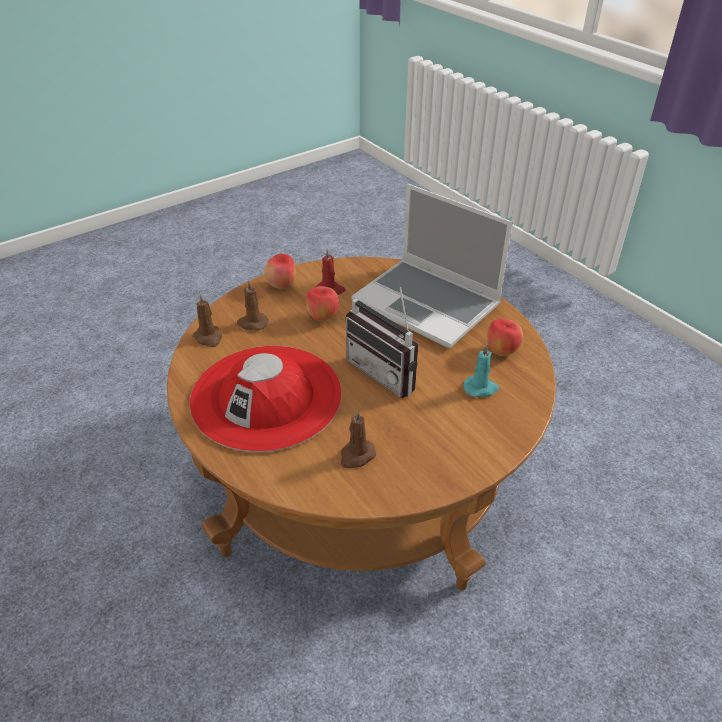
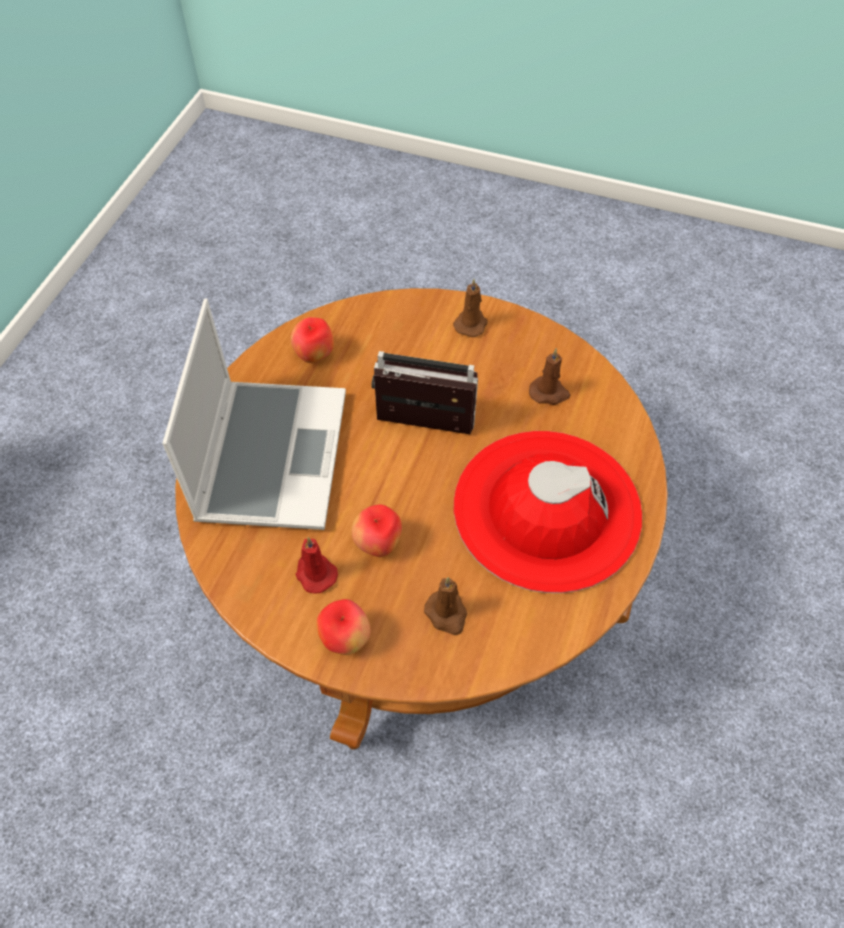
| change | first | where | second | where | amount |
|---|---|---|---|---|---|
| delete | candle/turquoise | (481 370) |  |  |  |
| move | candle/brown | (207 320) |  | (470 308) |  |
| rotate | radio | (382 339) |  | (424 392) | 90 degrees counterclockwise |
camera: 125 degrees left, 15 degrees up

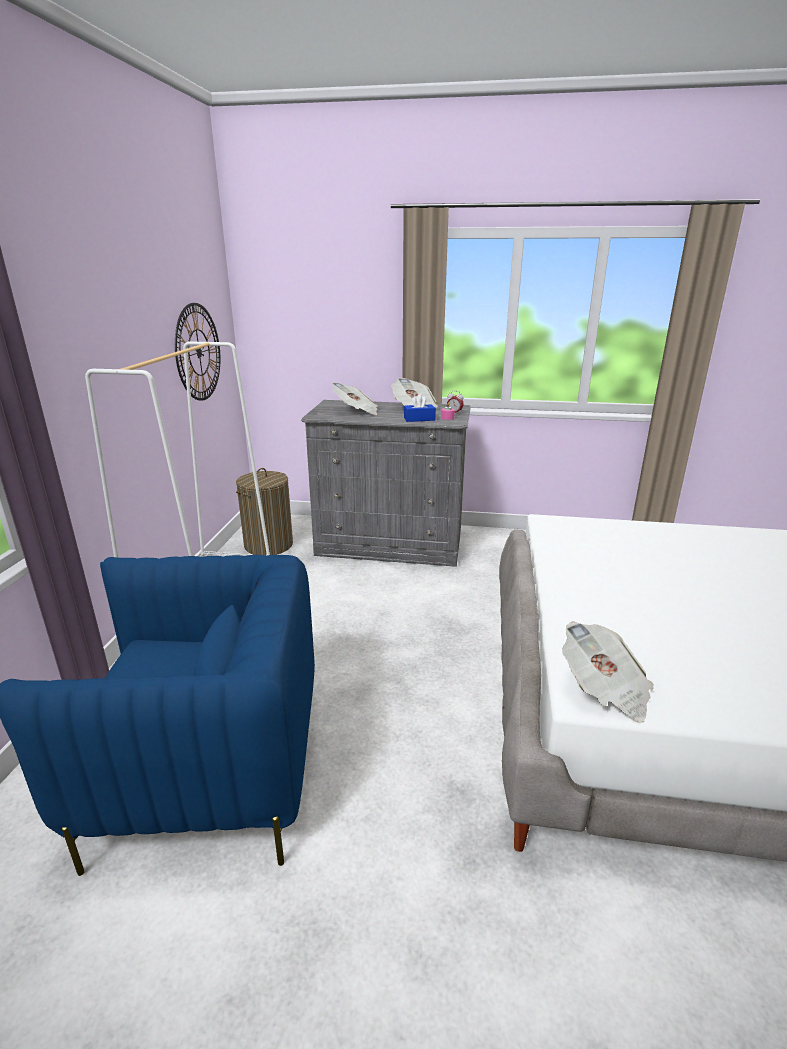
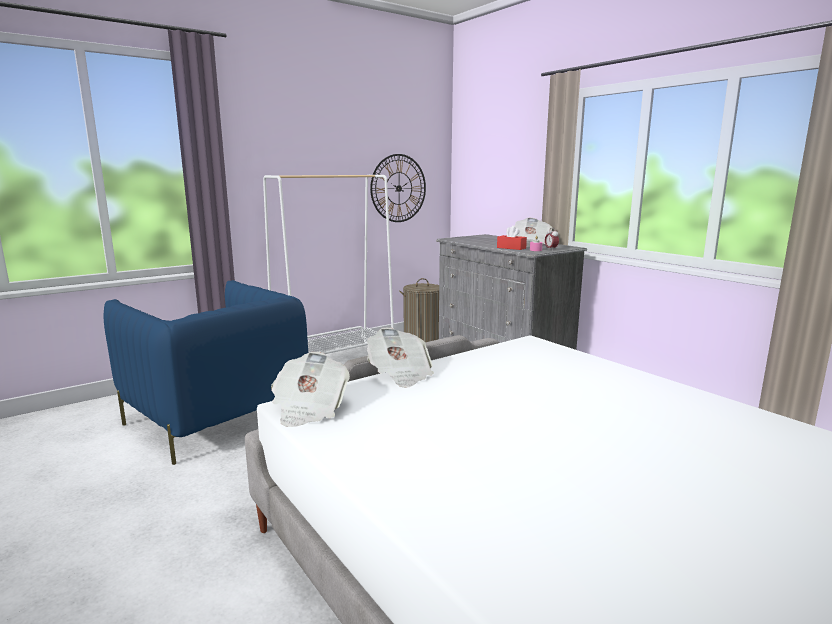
| change | first | where | second | where | amount |
|---|---|---|---|---|---|
| move | newspaper | (355 398) |  | (400 357) |  |
| recolor | tissue box/blue | (420 408) | tissue box/red | (512 238) |  |
camera: 45 degrees right, 10 degrees down

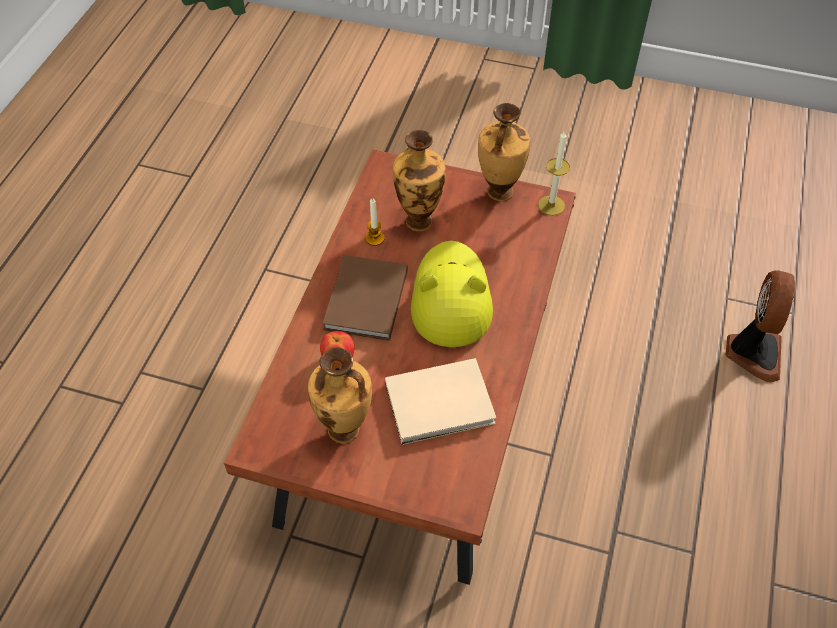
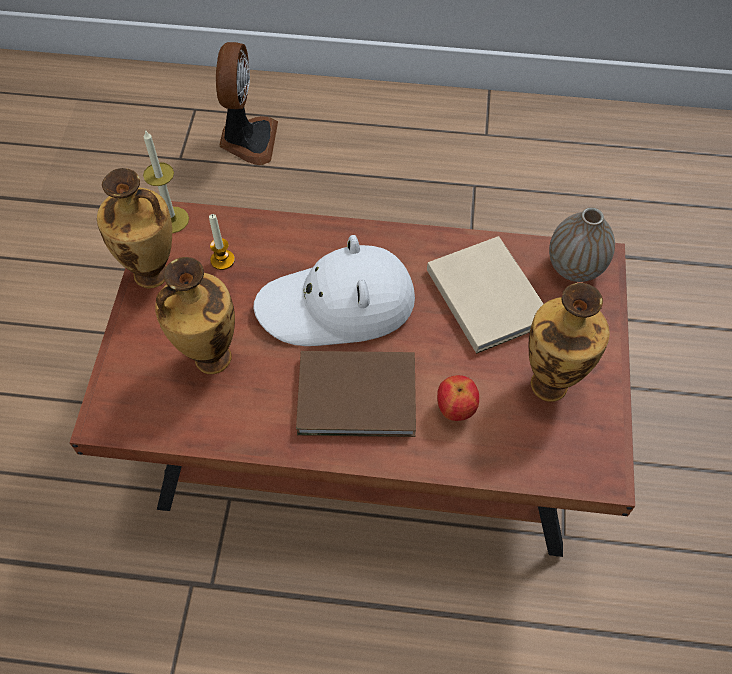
| change | first | where | second | where | amount |
|---|---|---|---|---|---|
| insert |  |  | vase | (582 244) |  |
| move | candle | (375 222) |  | (222 242) |  |
| recolor | hat/yellow | (452 293) | hat/white | (334 290) |  |
| rotate | fan | (760 326) |  | (247 103) | 90 degrees clockwise |
camera: 100 degrees left, 5 degrees up

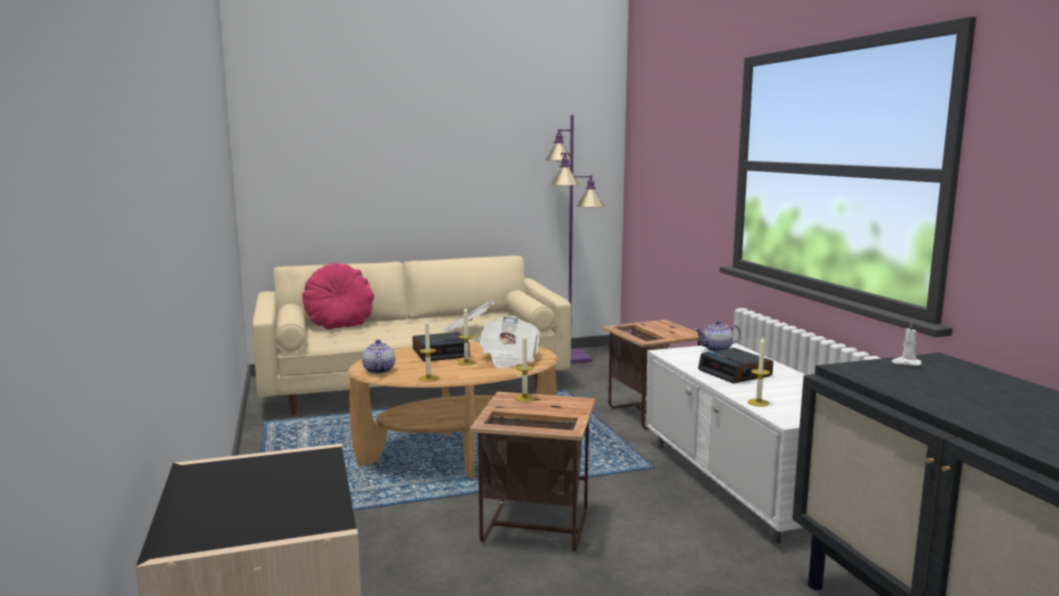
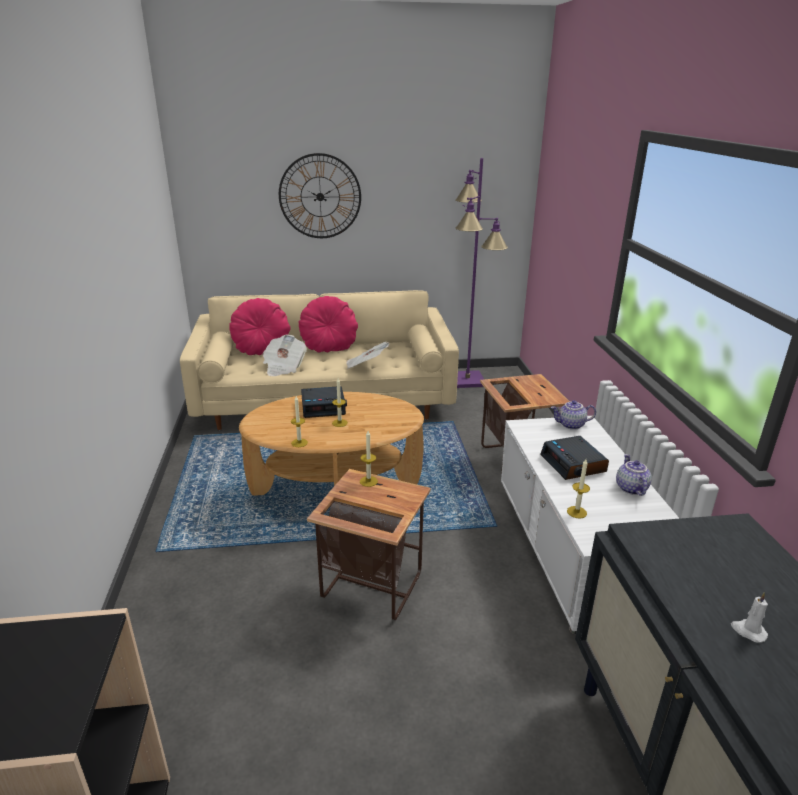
| change | first | where | second | where | amount |
|---|---|---|---|---|---|
| insert |  |  | wall clock | (320 195) |  |
| insert |  |  | pillow/pink | (328 324) |  |
| move | teapot | (378 356) |  | (634 475) |  |
| move | newspaper | (509 341) |  | (285 355) |  |
| move | candle/white | (906 344) |  | (749 617) |  |
camera: 10 degrees right, 15 degrees up

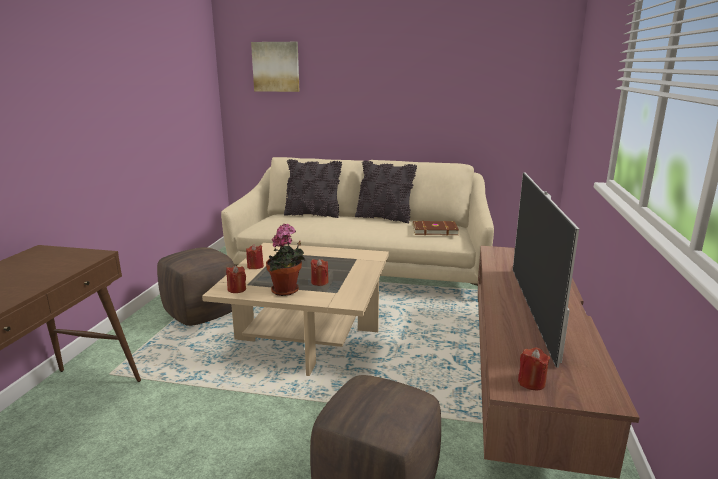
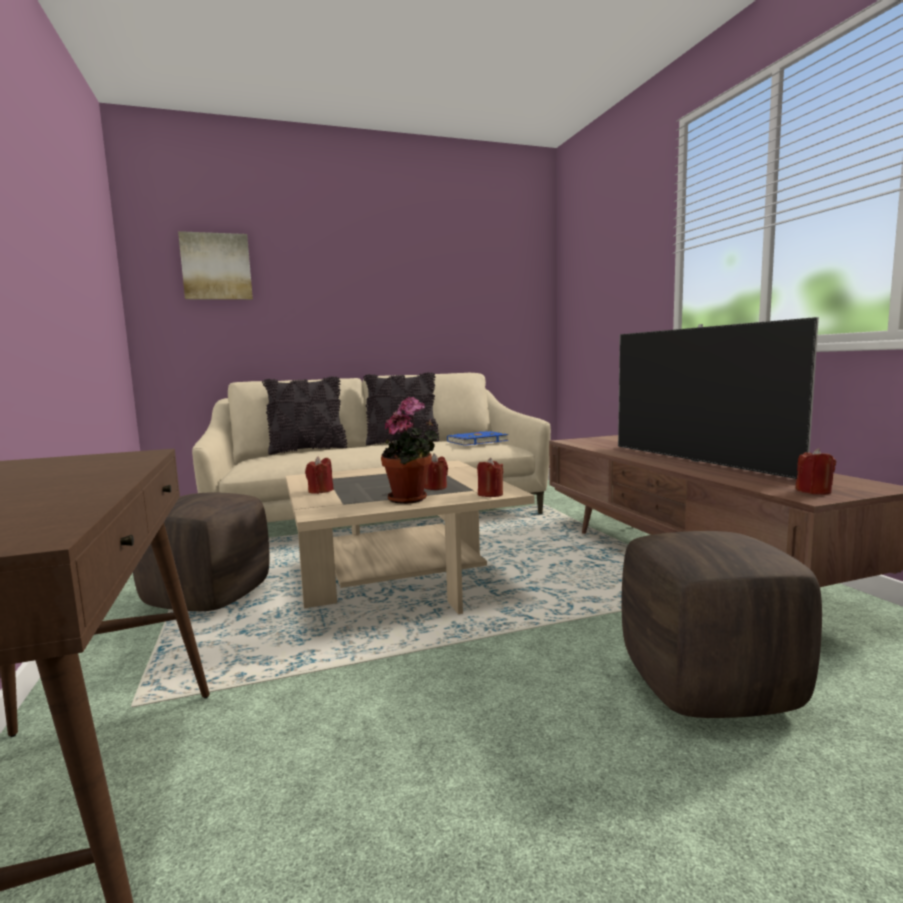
| change | first | where | second | where | amount |
|---|---|---|---|---|---|
| move | candle/red | (236 279) |  | (490 477) |  |
| recolor | book/brown | (436 228) | book/blue | (477 438) |  |
camera: 30 degrees left, 10 degrees down

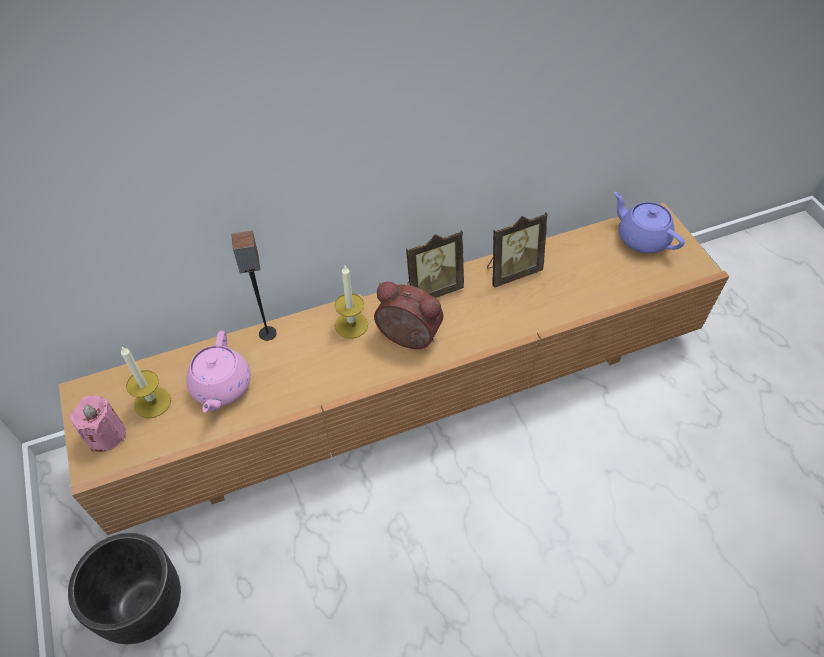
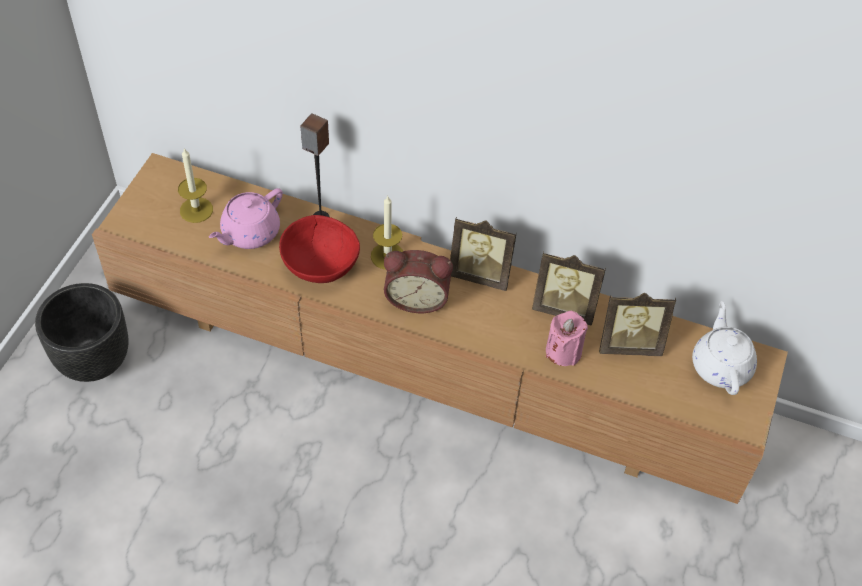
| change | first | where | second | where | amount |
|---|---|---|---|---|---|
| insert |  |  | bowl/red | (319 249) |  |
| insert |  |  | picture frame | (637 324) |  |
| move | candle/pink | (98 424) |  | (567 338) |  |
| recolor | teapot/purple | (649 222) | teapot/white | (724 348) |  |
| rotate | alarm clock | (408 315) |  | (418 281) | 120 degrees clockwise |
camera: 40 degrees right, 0 degrees up

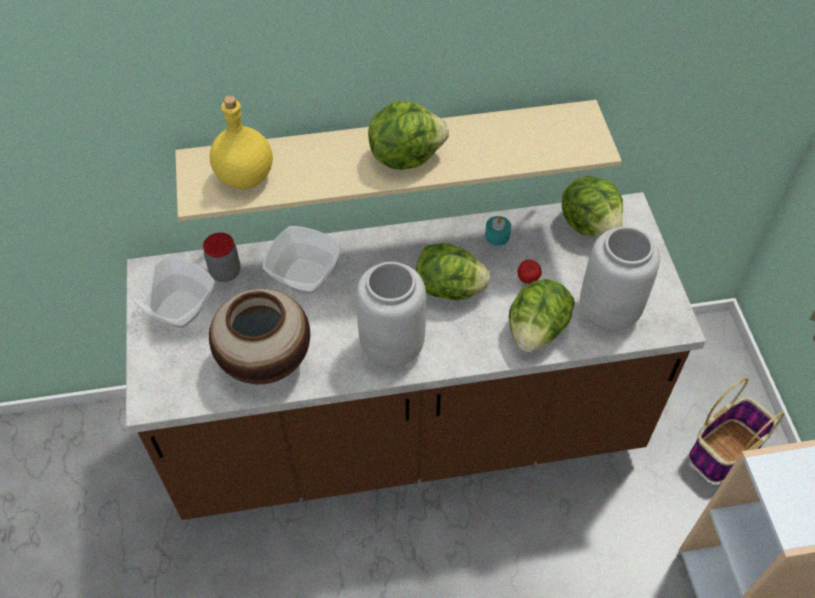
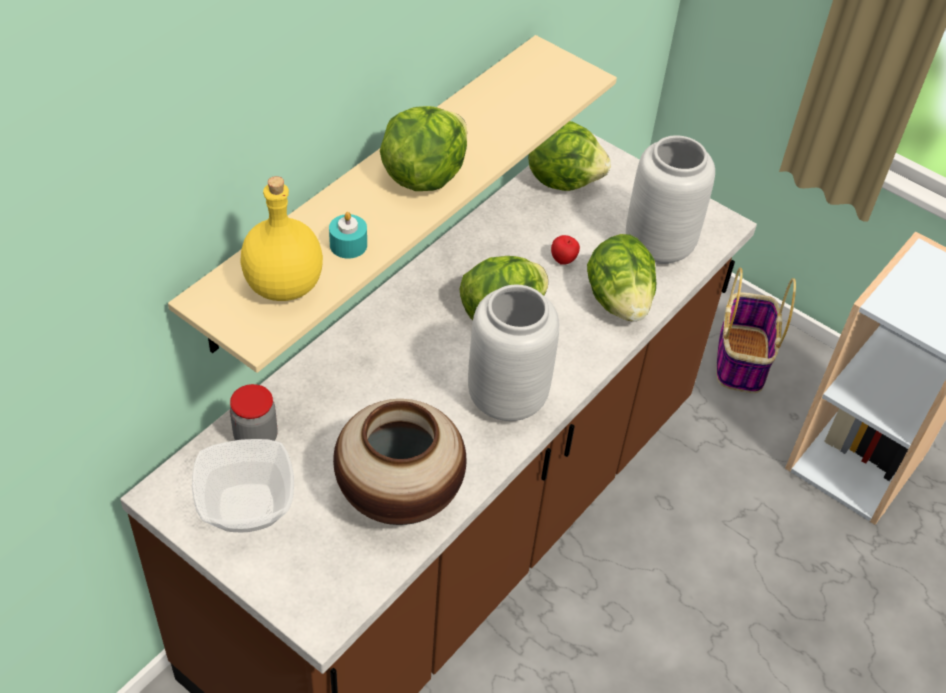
| change | first | where | second | where | amount |
|---|---|---|---|---|---|
| delete | bowl | (302 260) |  |  |  |
| move | candle/turquoise | (498 231) |  | (348 235) |  |
camera: 45 degrees left, 5 degrees down

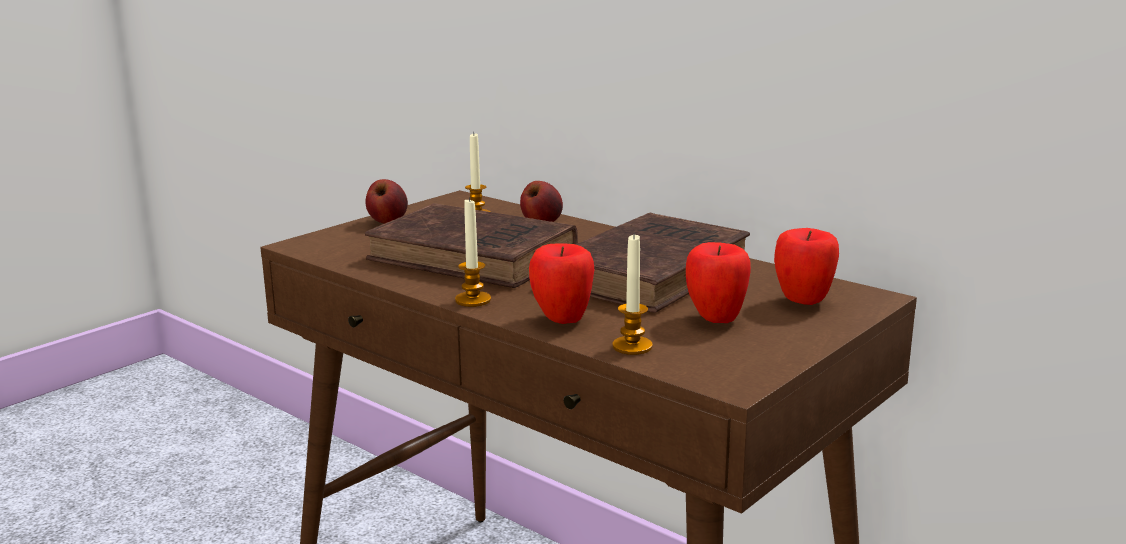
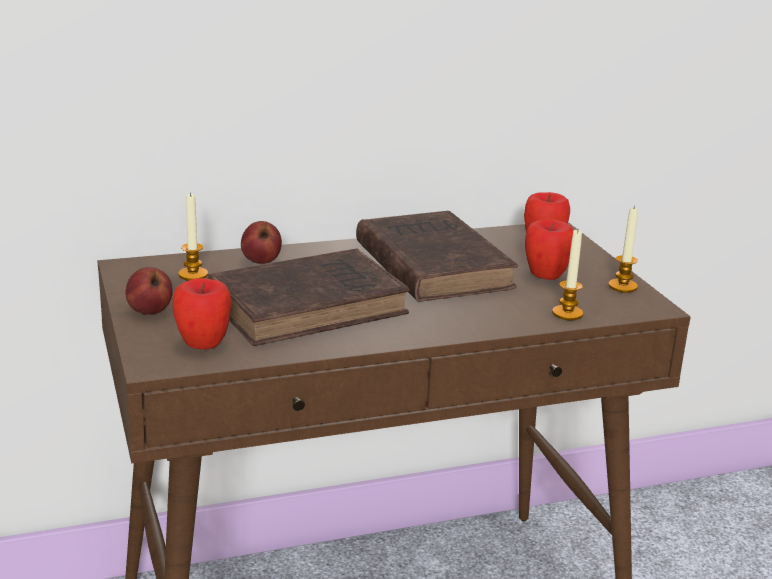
| change | first | where | second | where | amount |
|---|---|---|---|---|---|
| move | candle | (473 252) |  | (623 249) |  |
| move | apple | (561 283) |  | (202 313) |  |
camera: 60 degrees left, 5 degrees up

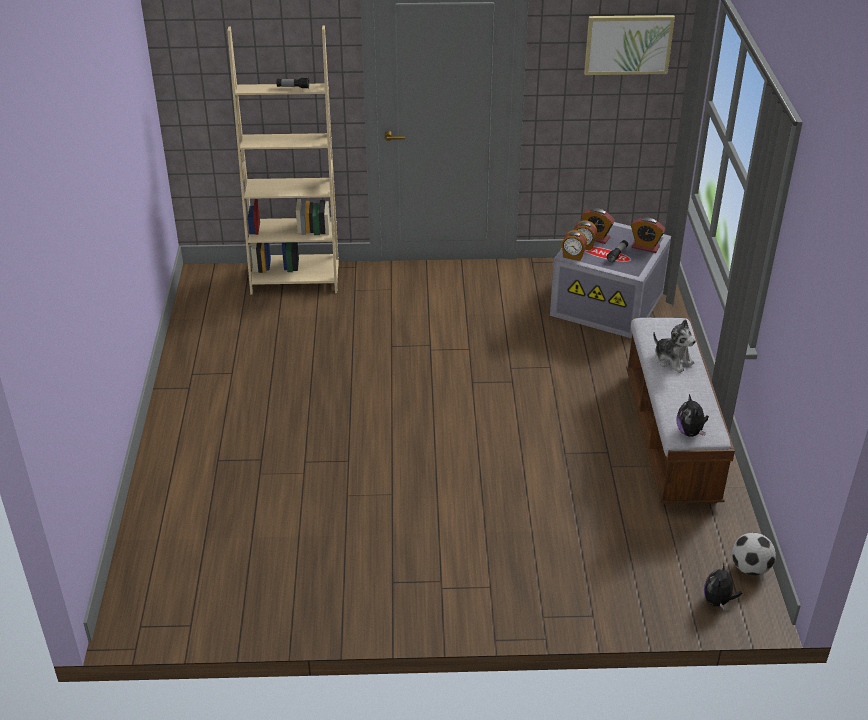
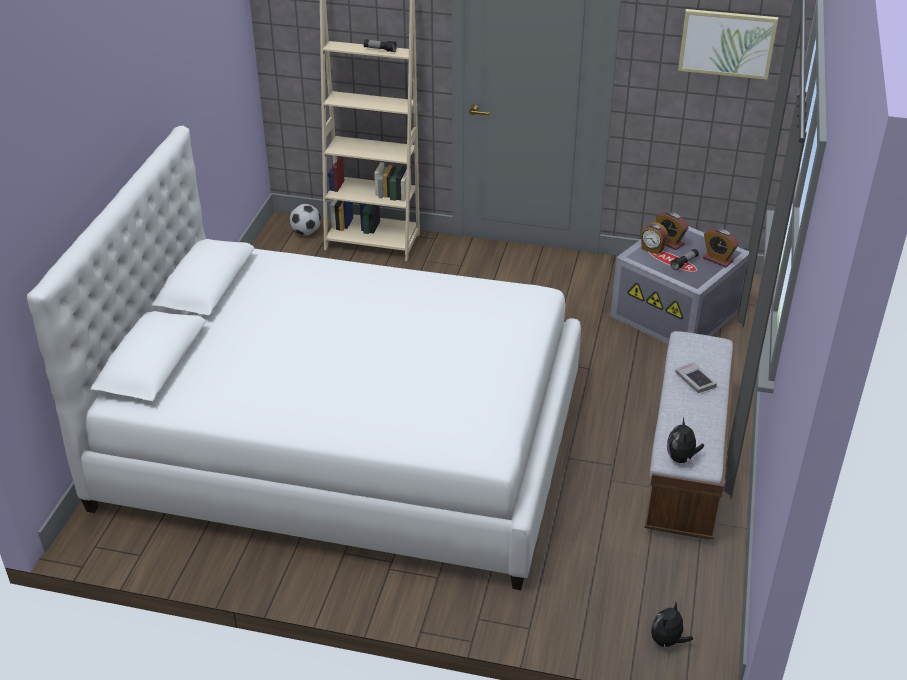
| change | first | where | second | where | amount |
|---|---|---|---|---|---|
| delete | alarm clock | (574 245) |  |  |  |
| insert |  |  | bed/white | (304 358) |  |
| move | football | (754 554) |  | (305 219) |  |
| replace | plush toy | (674 346) | book | (696 377) |  |
camera: 15 degrees right, 0 degrees up

